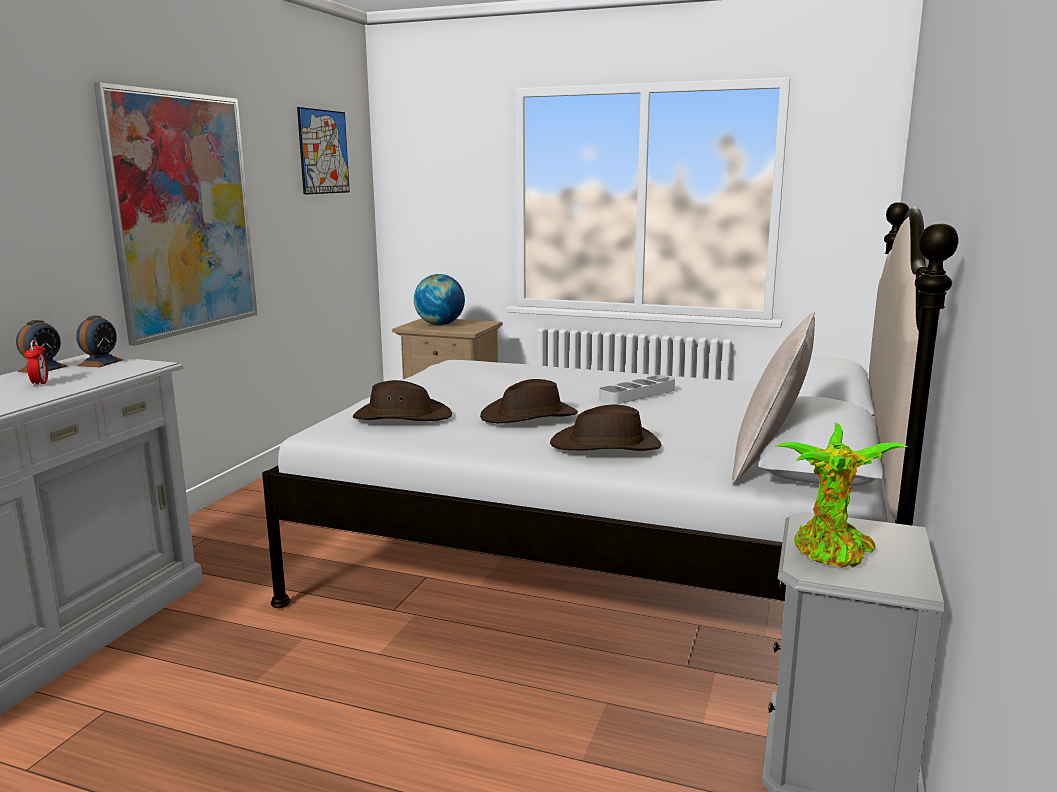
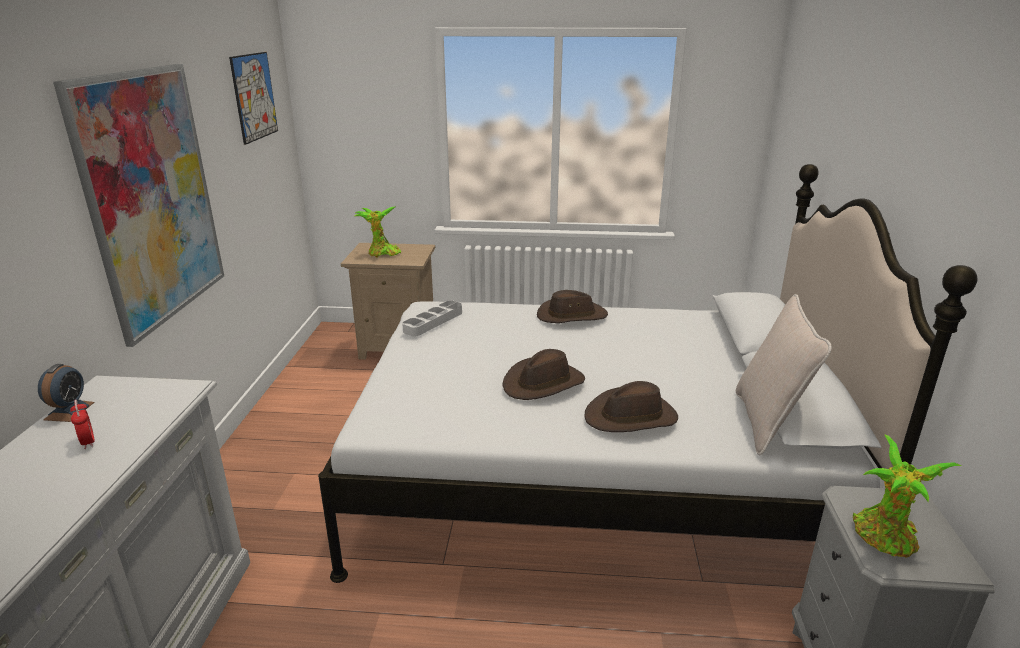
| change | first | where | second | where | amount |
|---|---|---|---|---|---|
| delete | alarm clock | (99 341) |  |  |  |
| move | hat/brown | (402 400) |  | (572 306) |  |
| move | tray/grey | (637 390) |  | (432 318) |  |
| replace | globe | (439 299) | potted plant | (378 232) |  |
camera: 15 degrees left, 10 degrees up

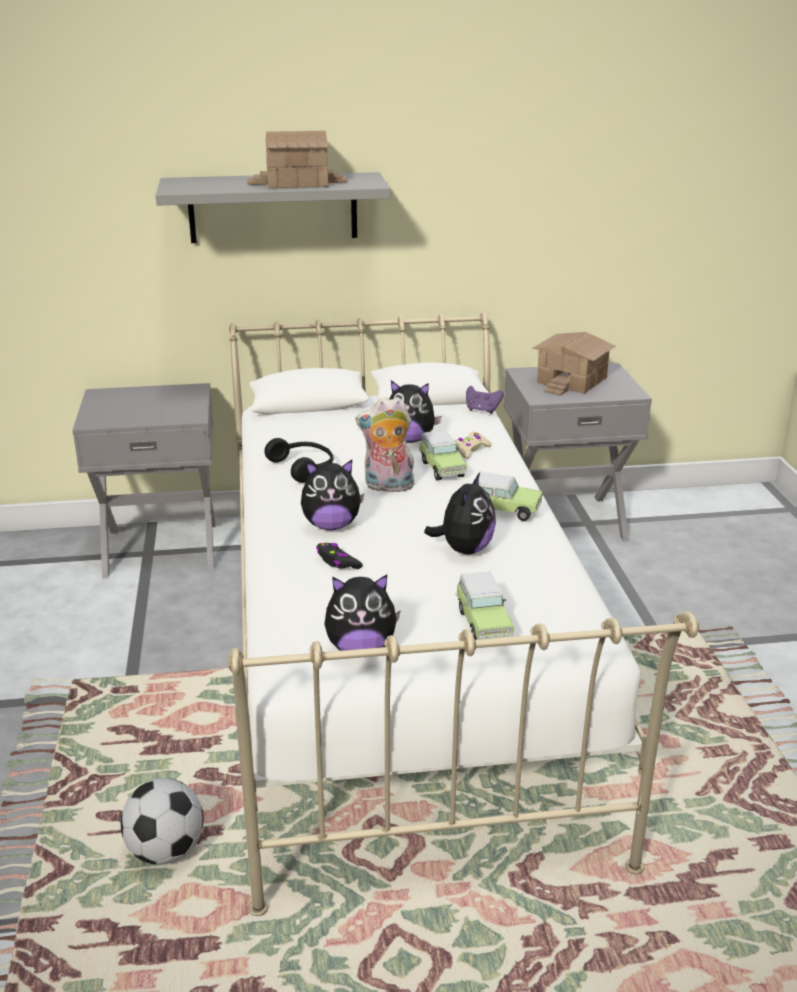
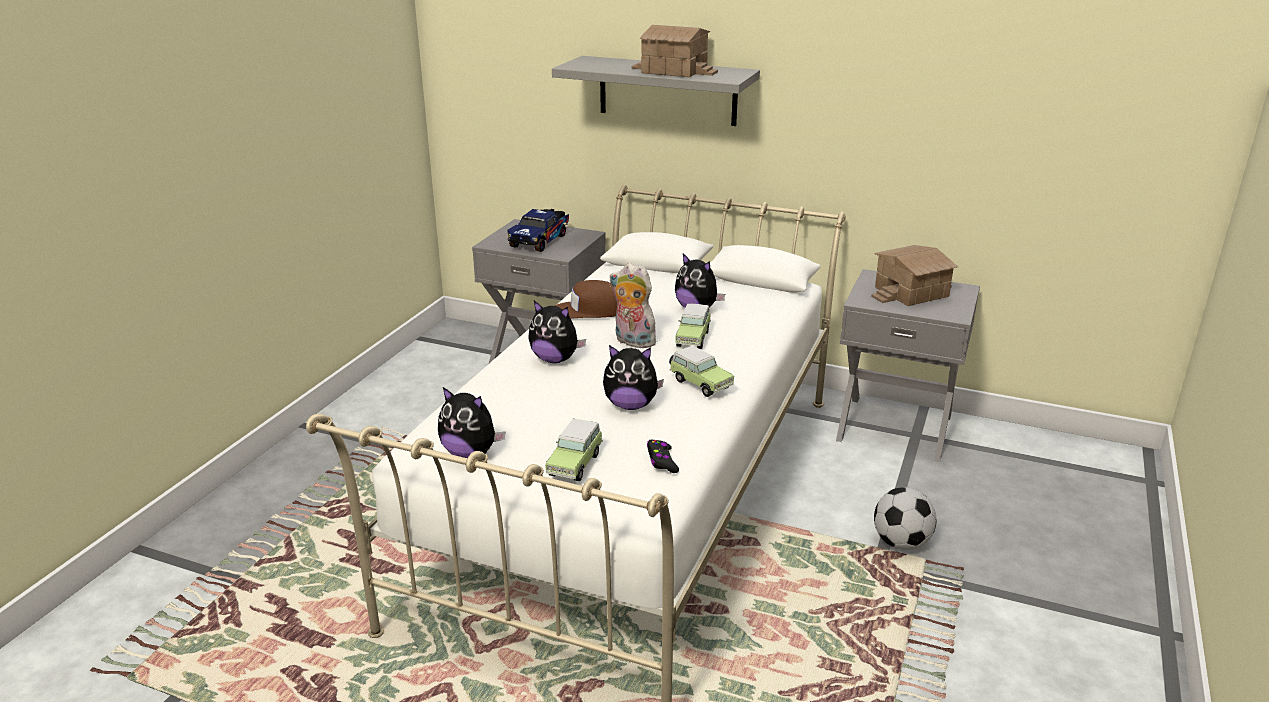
| change | first | where | second | where | amount |
|---|---|---|---|---|---|
| delete | game controller/beige | (473 445) |  |  |  |
| delete | game controller/purple | (485 400) |  |  |  |
| insert |  |  | toy truck | (538 230) |  |
| move | football | (162 821) |  | (905 518) |  |
| move | game controller/black | (339 556) |  | (663 456) |  |
| replace | headphones/black | (298 460) | cap/brown | (586 299) |  |
| rotate | plush toy | (460 513) |  | (633 377) | 45 degrees clockwise |
camera: 30 degrees right, 0 degrees up

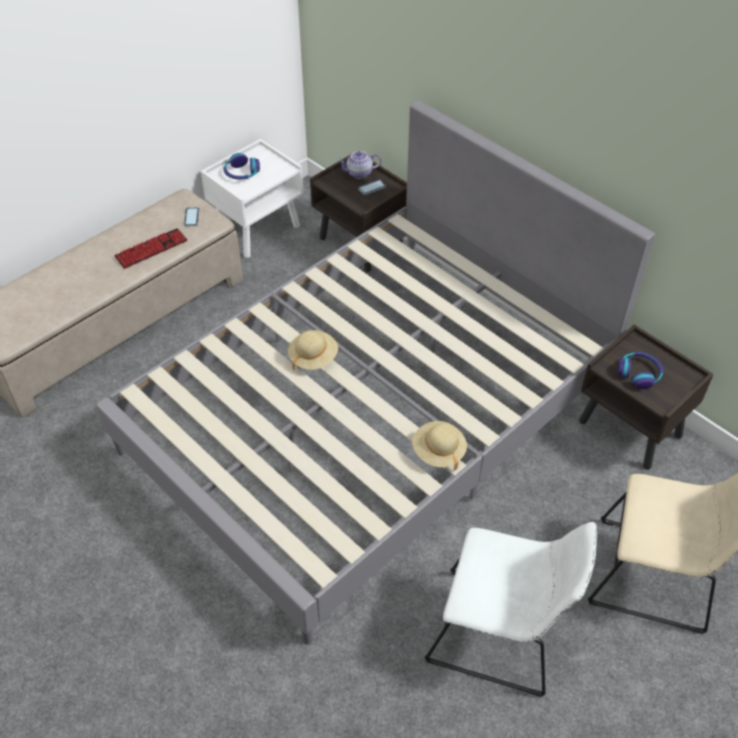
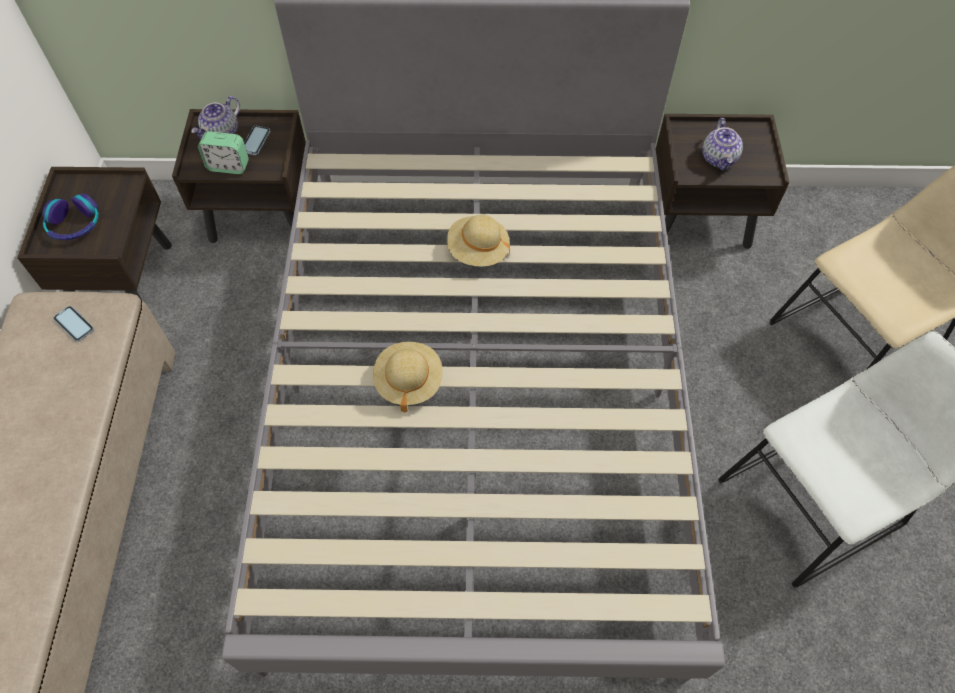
| change | first | where | second | where | amount |
|---|---|---|---|---|---|
| delete | keyboard | (151 248) |  |  |  |
| insert |  |  | alarm clock | (223 152) |  |
| move | hat/beige | (439 445) |  | (478 241) |  |
| replace | headphones | (640 370) | teapot | (722 144) |  |
| recolor | nightstand/white | (252 198) | nightstand/brown | (94 234) |  |
camera: 45 degrees left, 10 degrees up

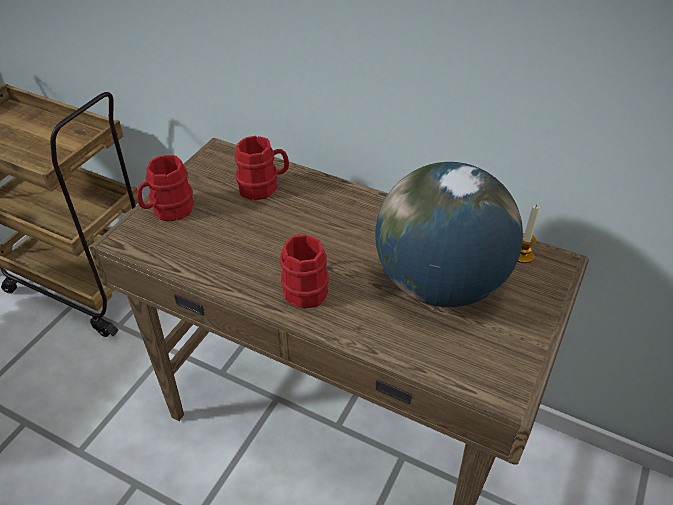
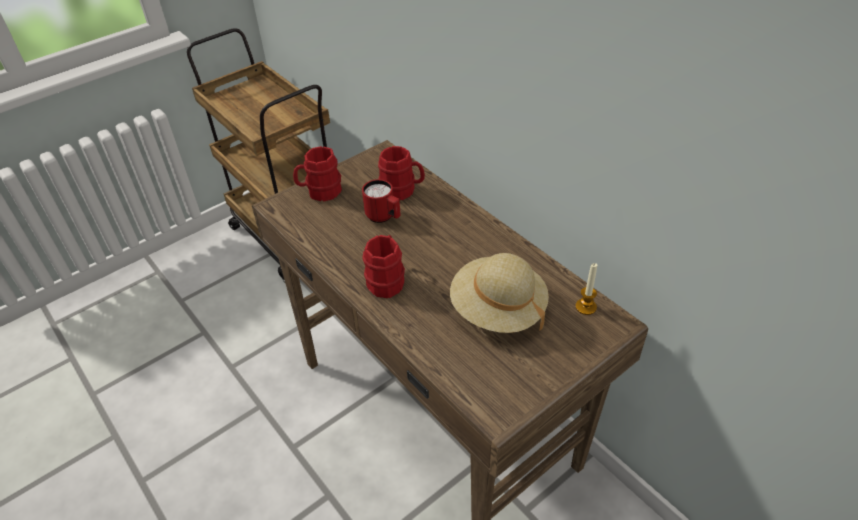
| change | first | where | second | where | amount |
|---|---|---|---|---|---|
| insert |  |  | mug/red | (381 201) |  |
| replace | globe | (449 234) | hat/beige | (499 293) |  |
camera: 25 degrees right, 0 degrees up

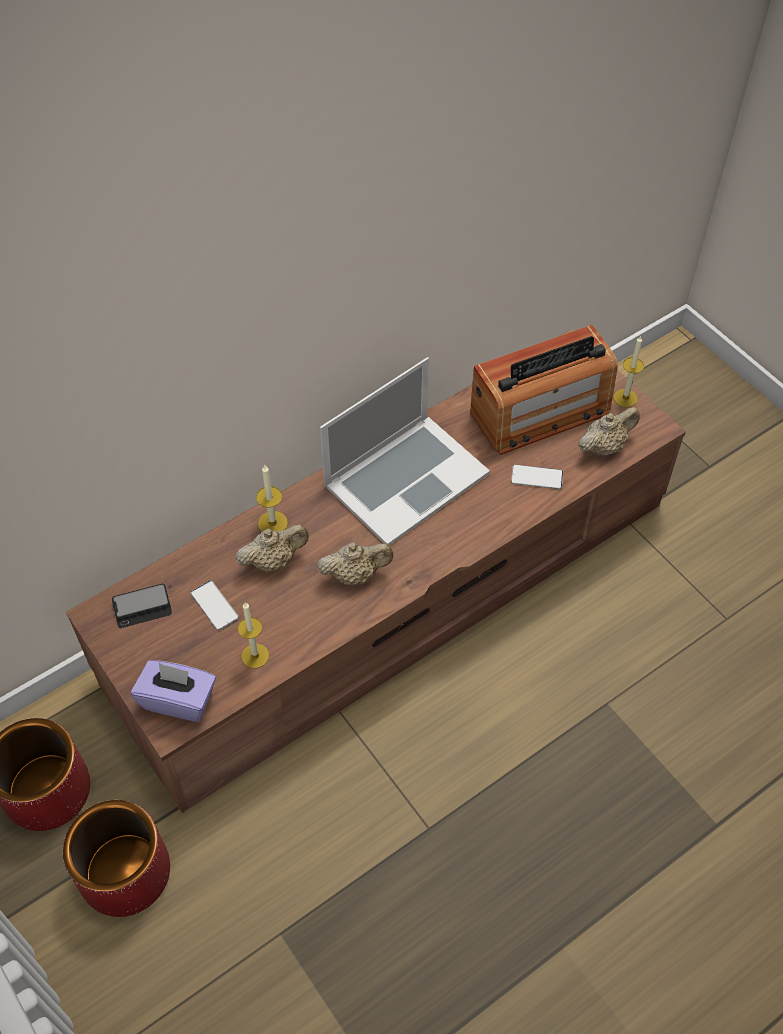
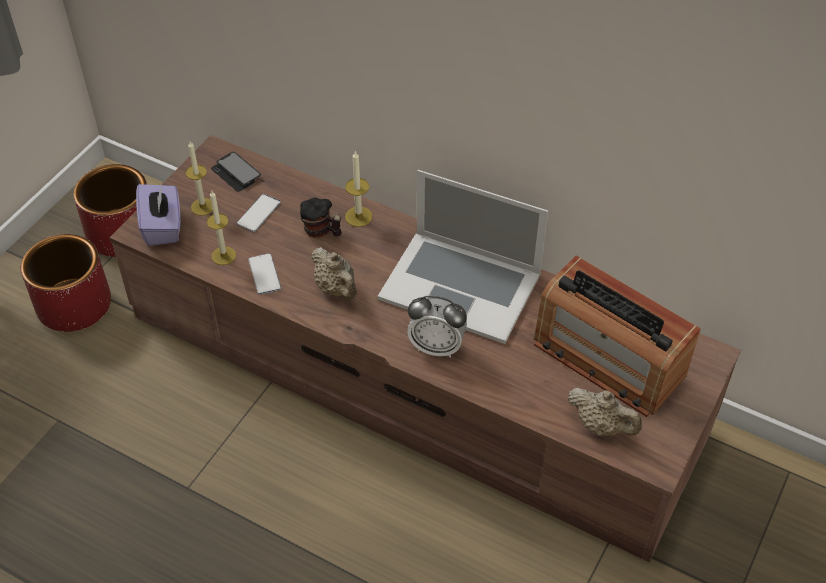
| change | first | where | second | where | amount |
|---|---|---|---|---|---|
| insert |  |  | alarm clock | (437 326) |  |
| move | phone | (537 477) |  | (264 274) |  |
| move | candle | (629 371) |  | (199 178) |  |
| replace | teapot/beige | (272 548) | mug | (321 218) |  |
camera: 65 degrees right, 5 degrees down

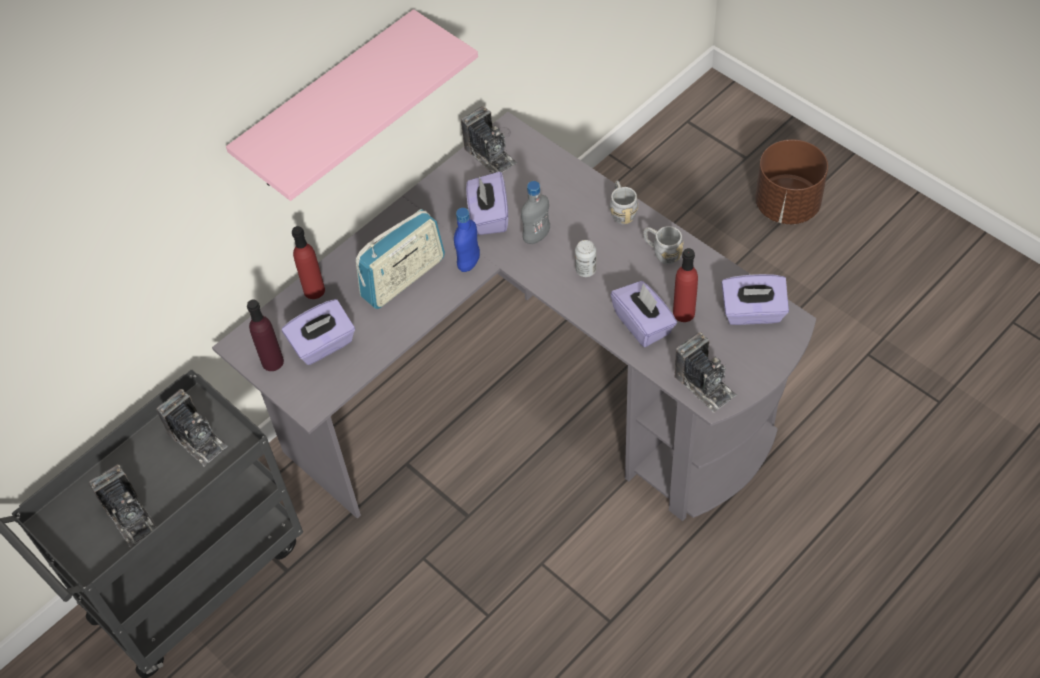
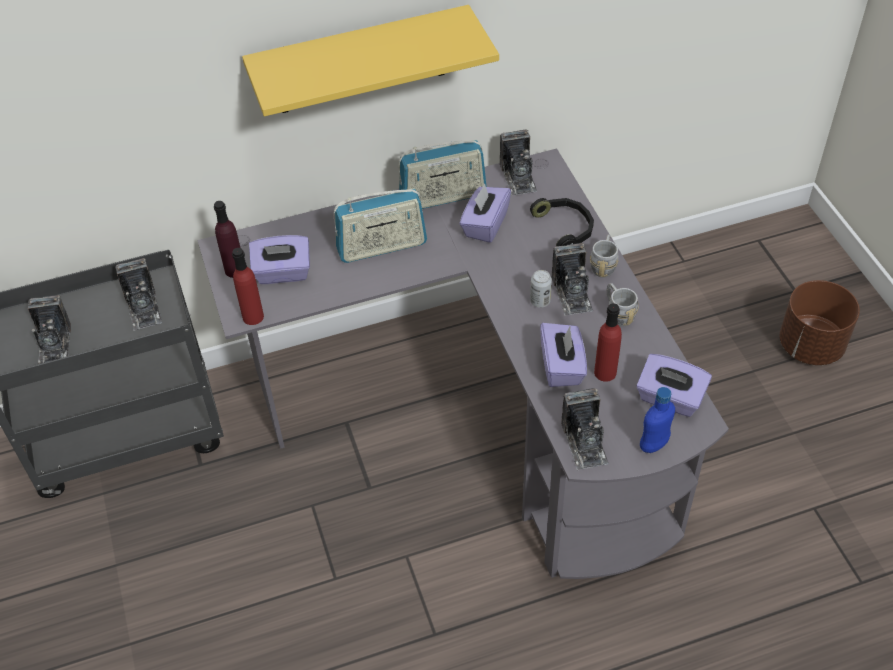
| change | first | where | second | where | amount |
|---|---|---|---|---|---|
| delete | bottle/grey | (535 212) |  |  |  |
| insert |  |  | radio | (443 174) |  |
| insert |  |  | headphones/black | (562 222) |  |
| insert |  |  | photo camera | (572 279) |  |
| move | bottle/red | (308 262) |  | (248 286) |  |
| move | bottle/blue | (467 240) |  | (657 420) |  |
| recolor | shelf/pink | (352 105) | shelf/yellow | (370 60) |  |
camera: 25 degrees right, 5 degrees down

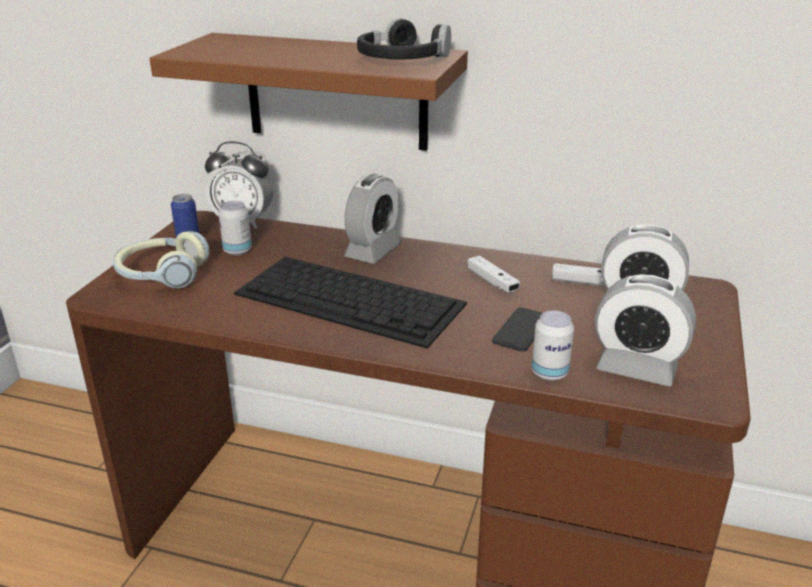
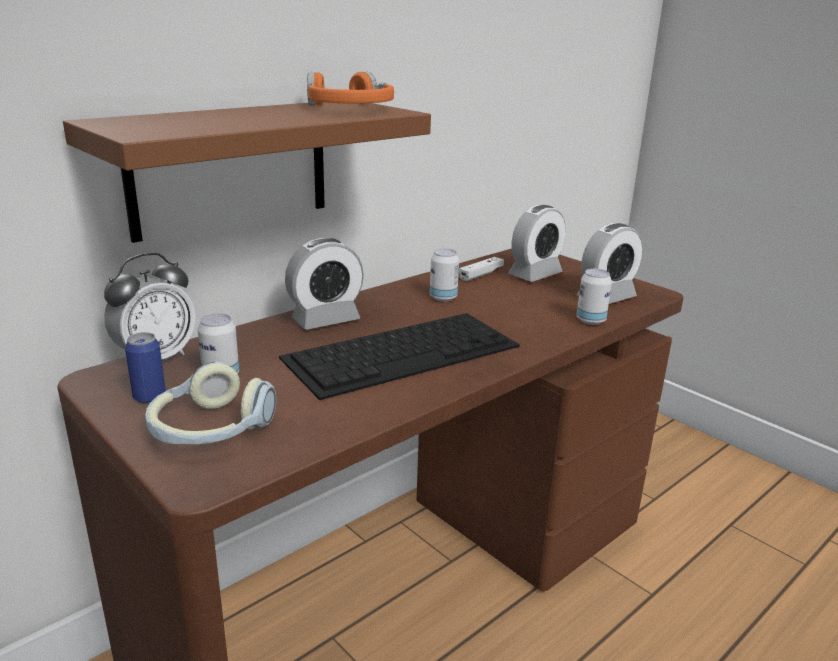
| change | first | where | second | where | amount |
|---|---|---|---|---|---|
| delete | phone | (517 329) |  |  |  |
| replace | game controller/white | (494 274) | can | (444 275) |  |
| recolor | headphones/black | (404 38) | headphones/orange | (350 88) |  |
| rotate | alarm clock | (372 219) |  | (324 284) | 90 degrees clockwise |
camera: 60 degrees left, 5 degrees down

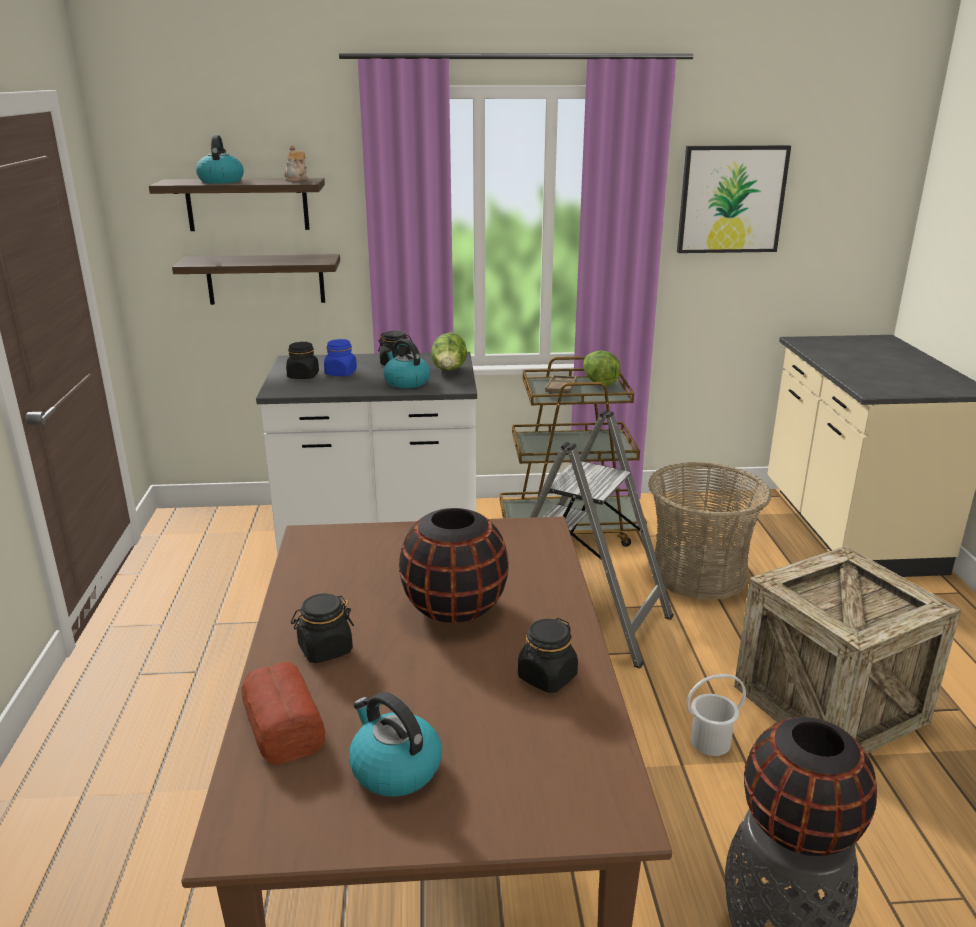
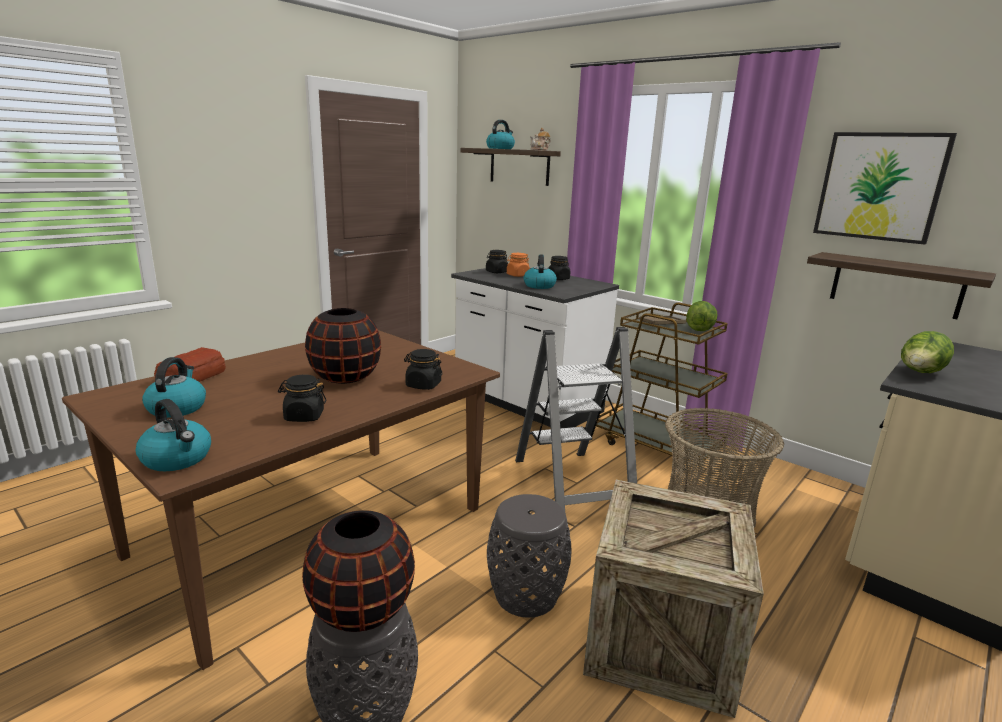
| change | first | where | second | where | amount |
|---|---|---|---|---|---|
| insert |  |  | kettle | (173 435) |  |
| move | shelf | (256 279) |  | (901 285) |  |
| move | jar/black | (322 628) |  | (423 369) |  |
| move | lettuce | (449 351) |  | (927 352) |  |
| replace | bucket/white | (716 715) | stool/grey | (529 556) |  |
| recolor | jar/blue | (340 357) | jar/orange | (518 265) |  |
camera: 45 degrees right, 5 degrees down

